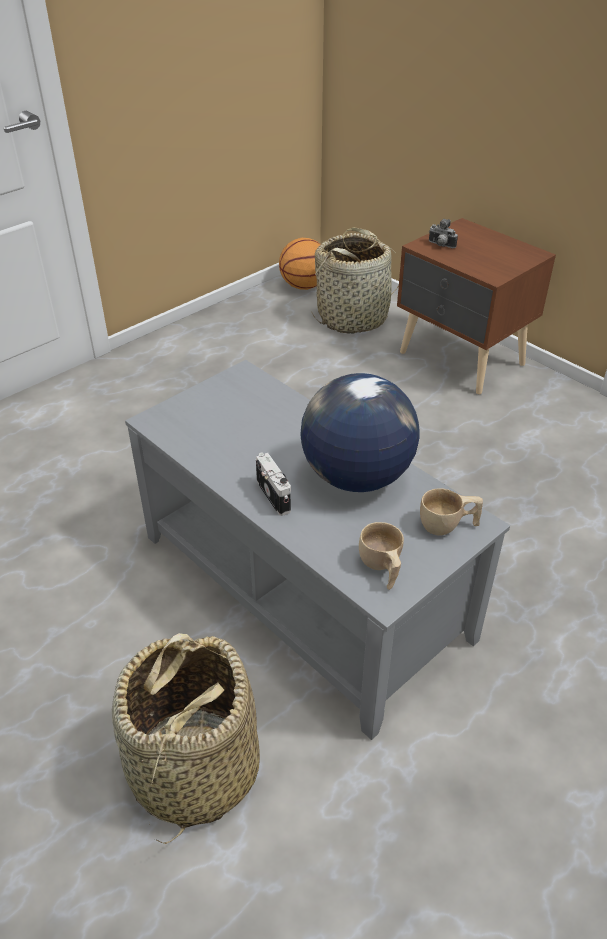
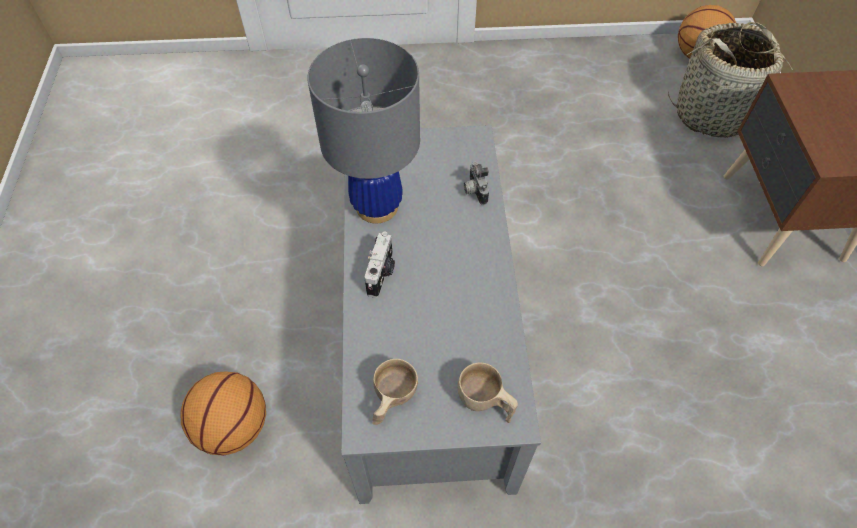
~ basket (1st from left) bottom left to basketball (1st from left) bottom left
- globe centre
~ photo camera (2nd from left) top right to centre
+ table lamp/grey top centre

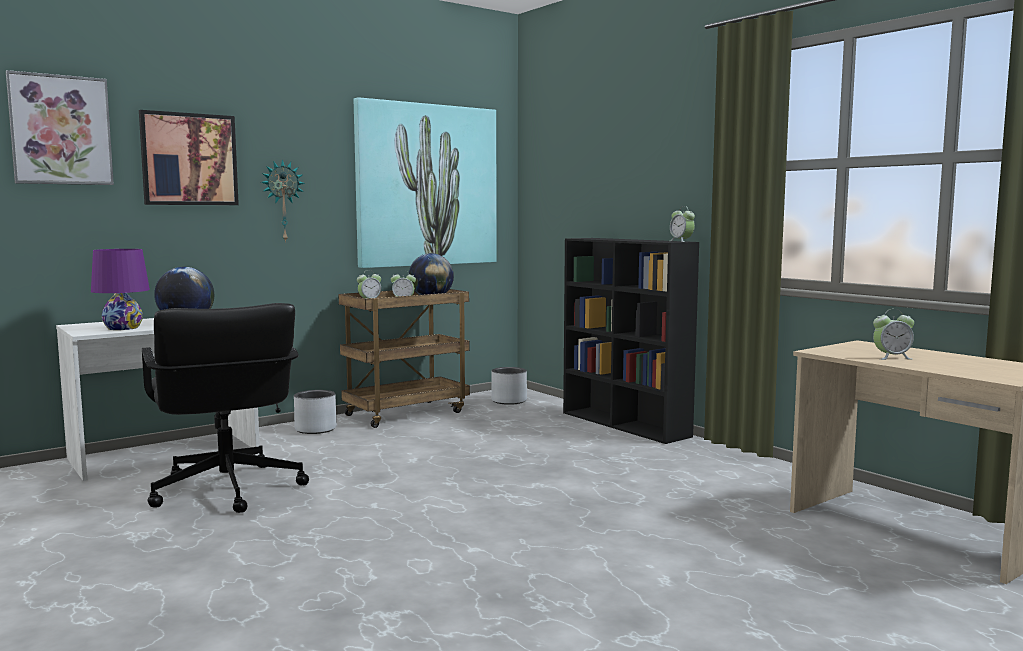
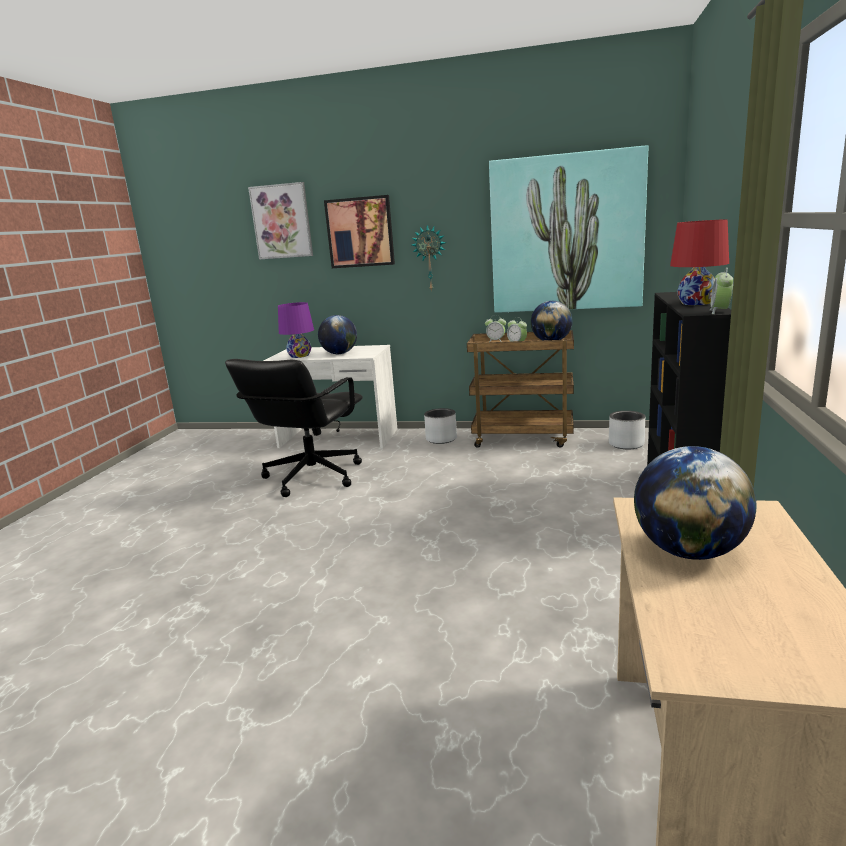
~ alarm clock (4th from left) middle right to globe (3rd from left) middle right
+ table lamp/red top right

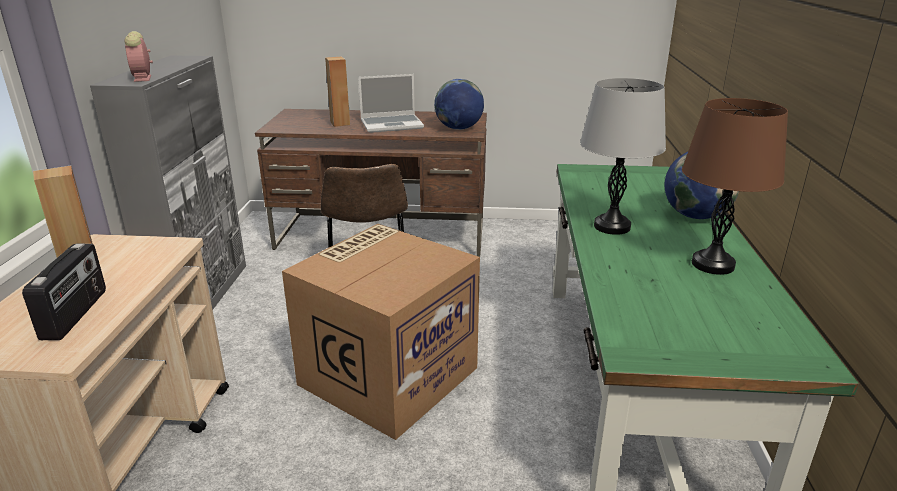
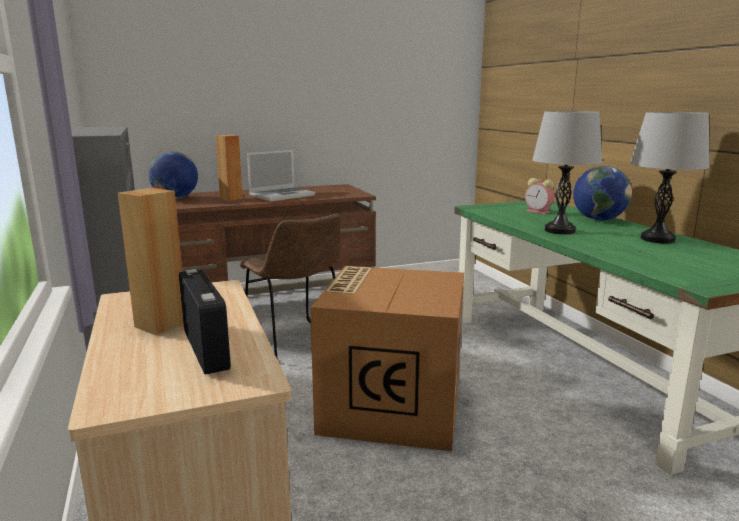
~ alarm clock top left to middle right
~ globe (1st from left) top centre to middle left
~ table lamp/brown middle right to table lamp/grey (2nd from left) middle right

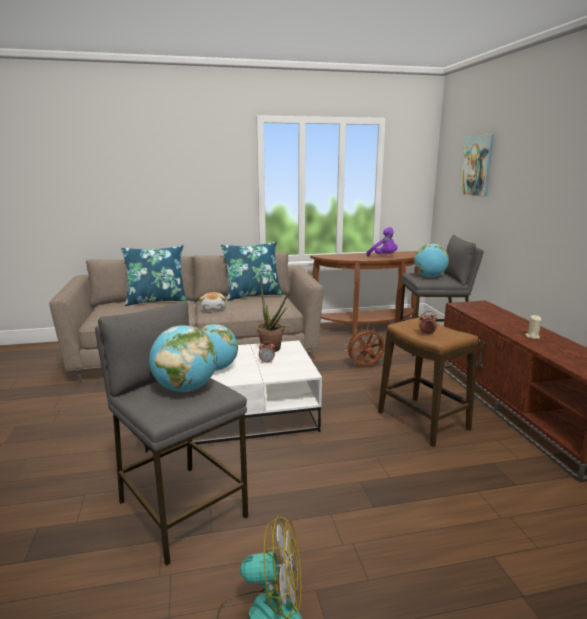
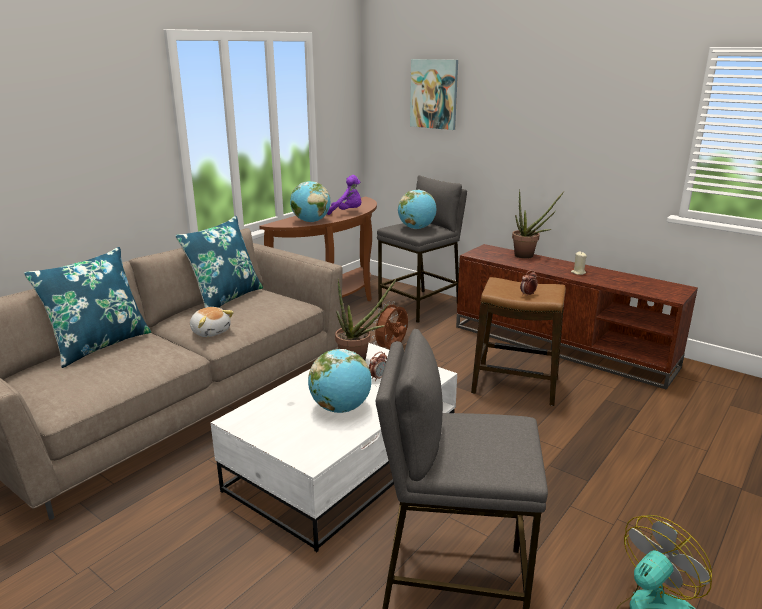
~ globe (1st from left) middle left to top centre
+ potted plant (2nd from left) middle right

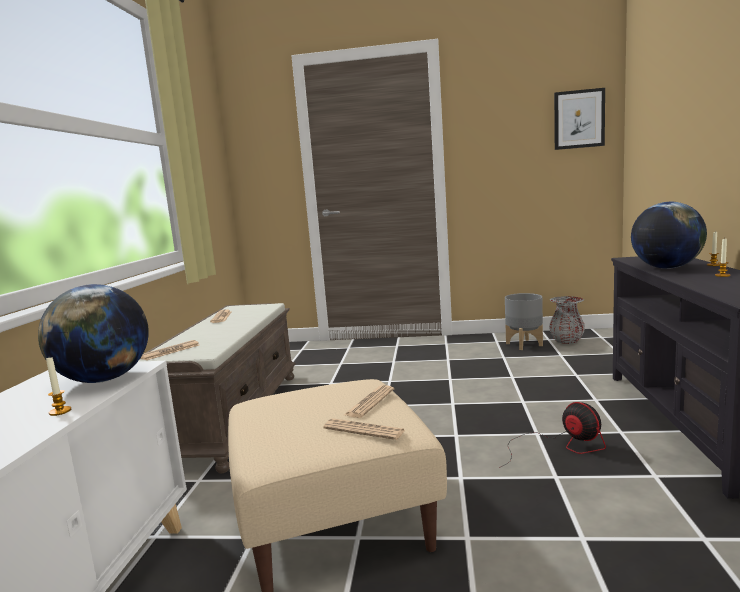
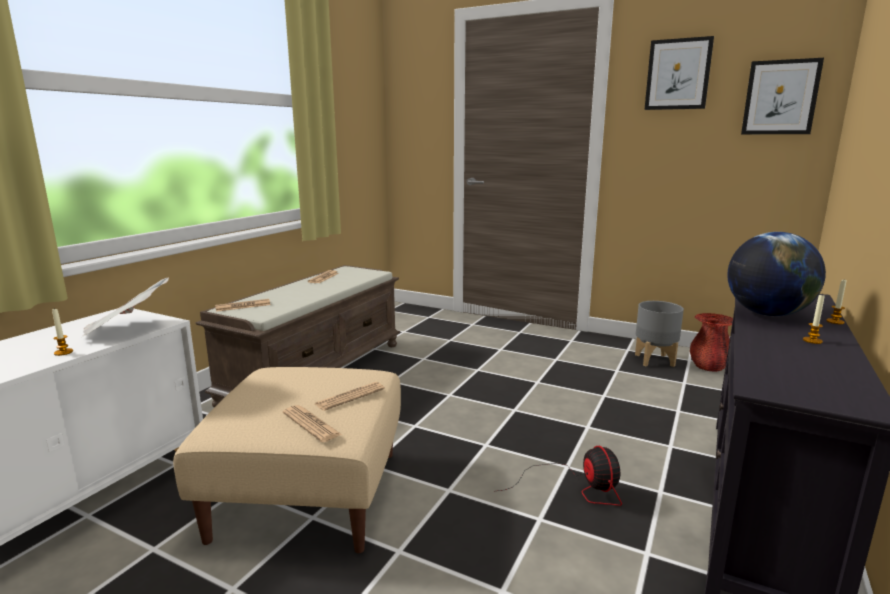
~ globe (1st from left) middle left to newspaper (1st from left) middle left
~ vase/grey middle right to vase/red middle right
+ picture (1st from left) top right

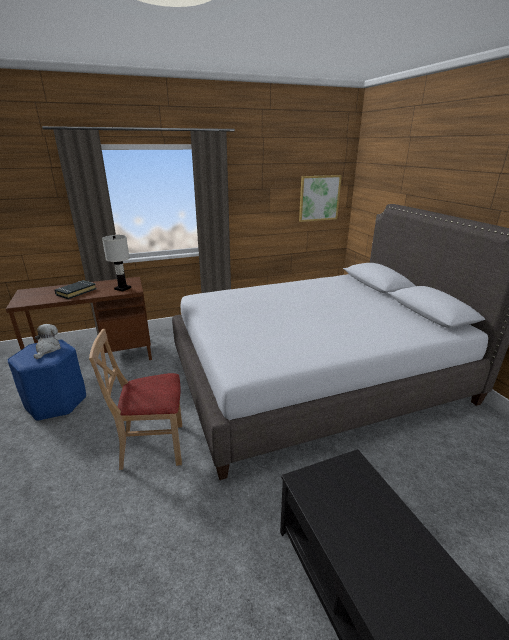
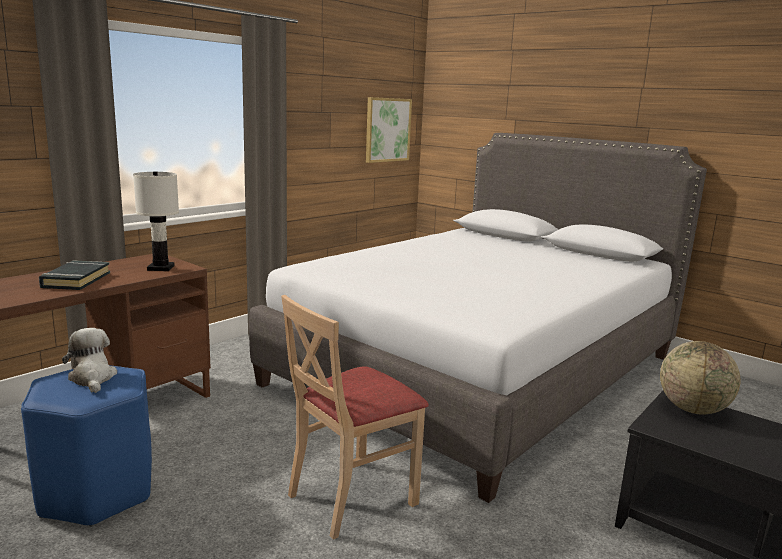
+ globe bottom right

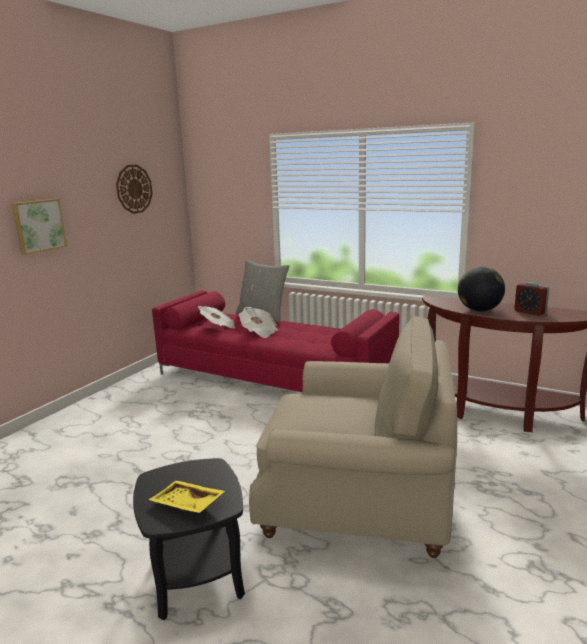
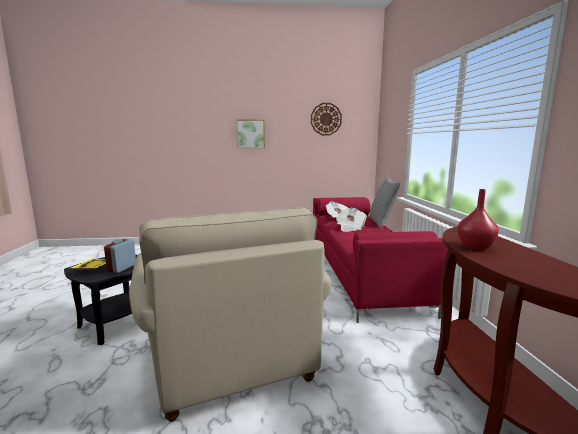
~ globe middle right to vase/red middle right
~ alarm clock middle right to middle left

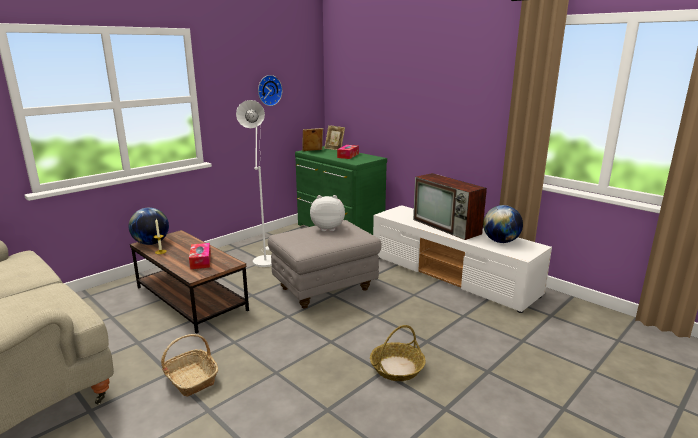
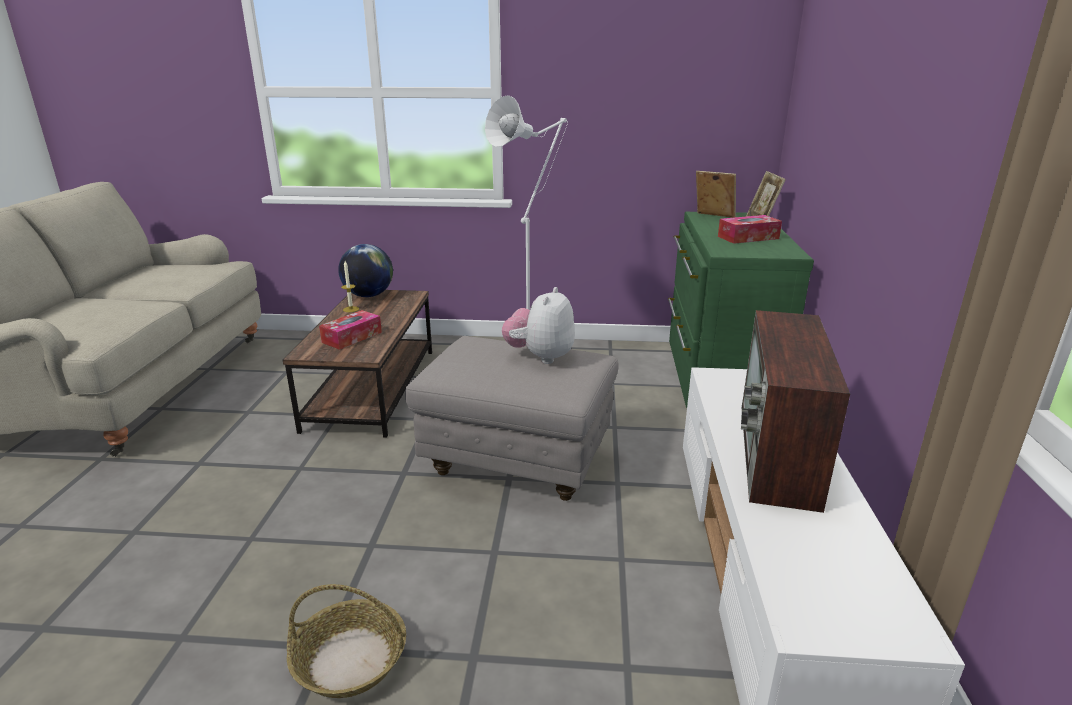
- basket (1st from left) bottom left
- wall clock top centre
~ plush toy centre = centre 120 degrees counterclockwise
- globe (2nd from left) middle right

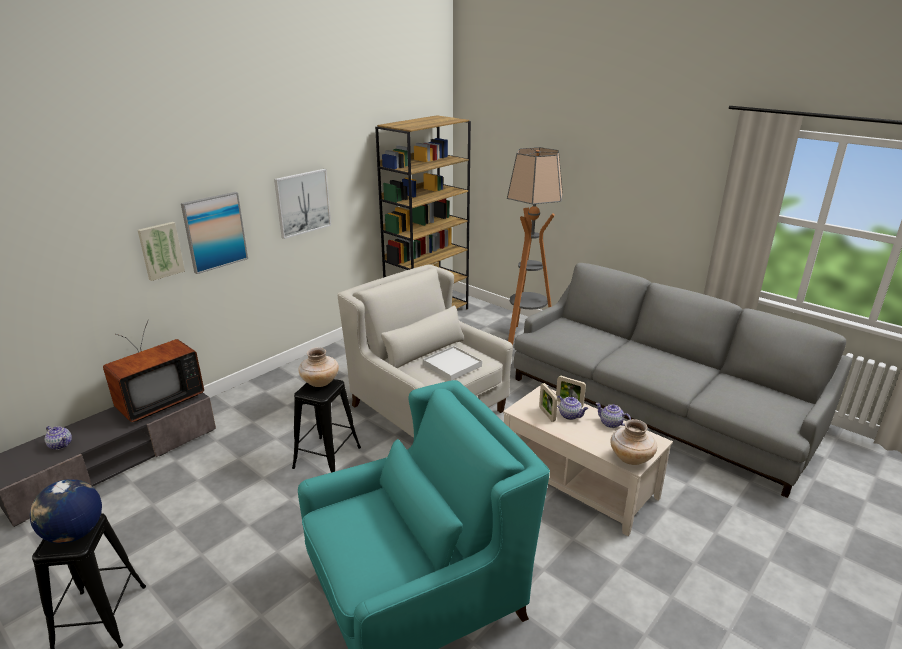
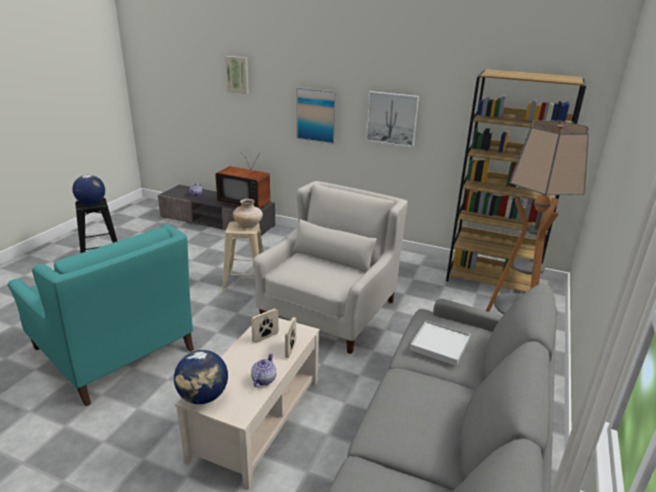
~ picture (1st from left) middle left to top centre
~ stool/black (2nd from left) centre to stool/beige centre
~ tray/white centre to bottom right
- teapot (2nd from left) centre
~ vase/beige (2nd from left) bottom right to globe (2nd from left) bottom left

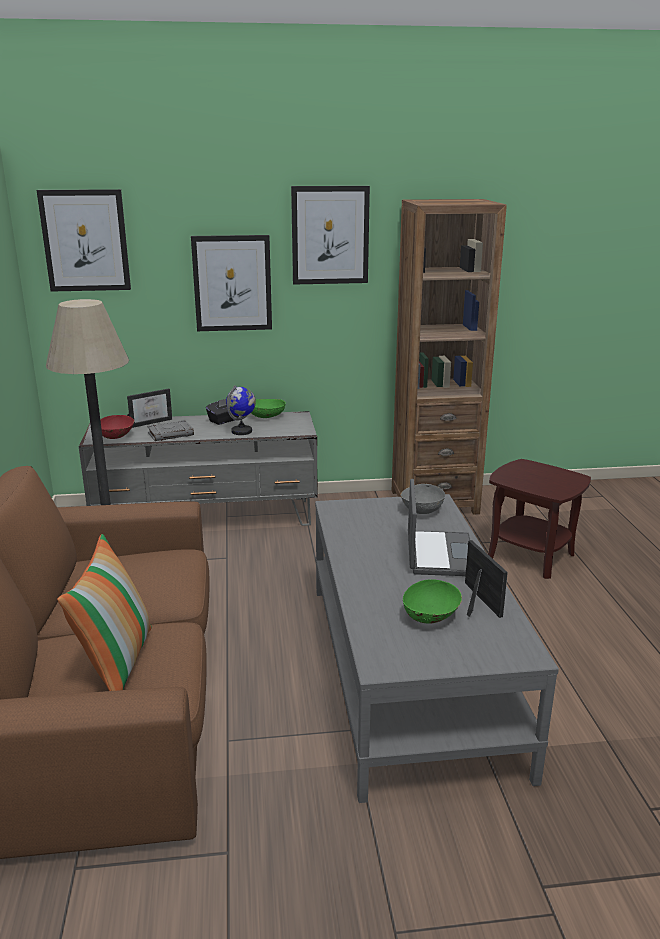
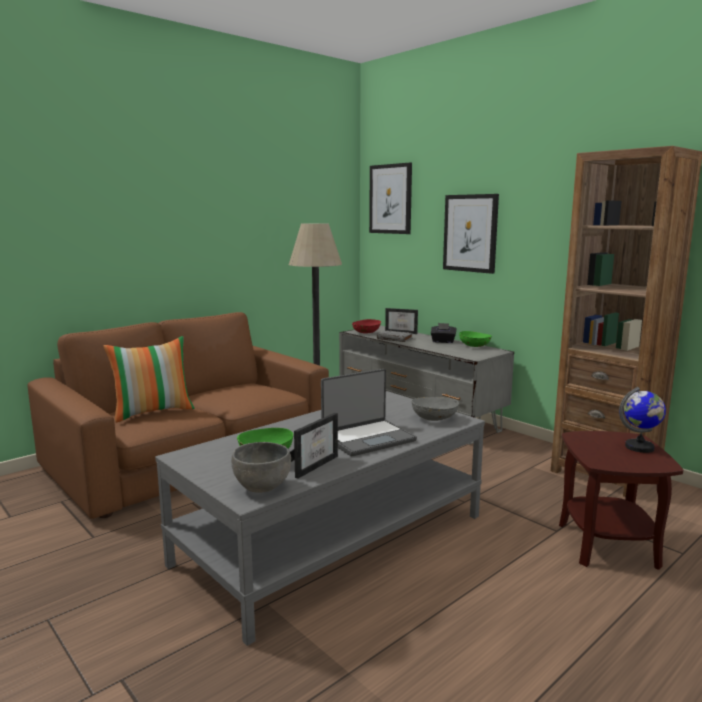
~ globe centre to middle right
- picture (3rd from left) top centre
+ bowl/grey (1st from left) centre

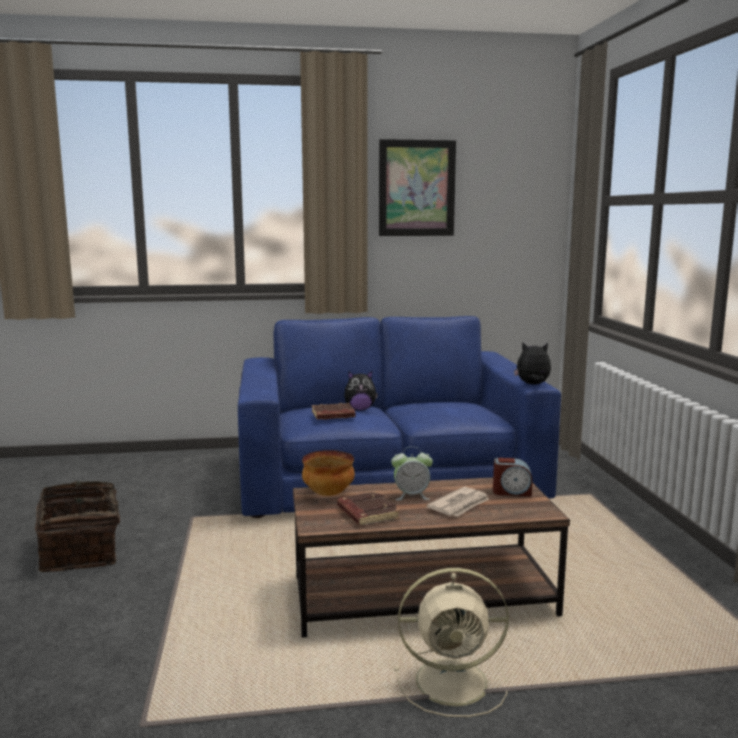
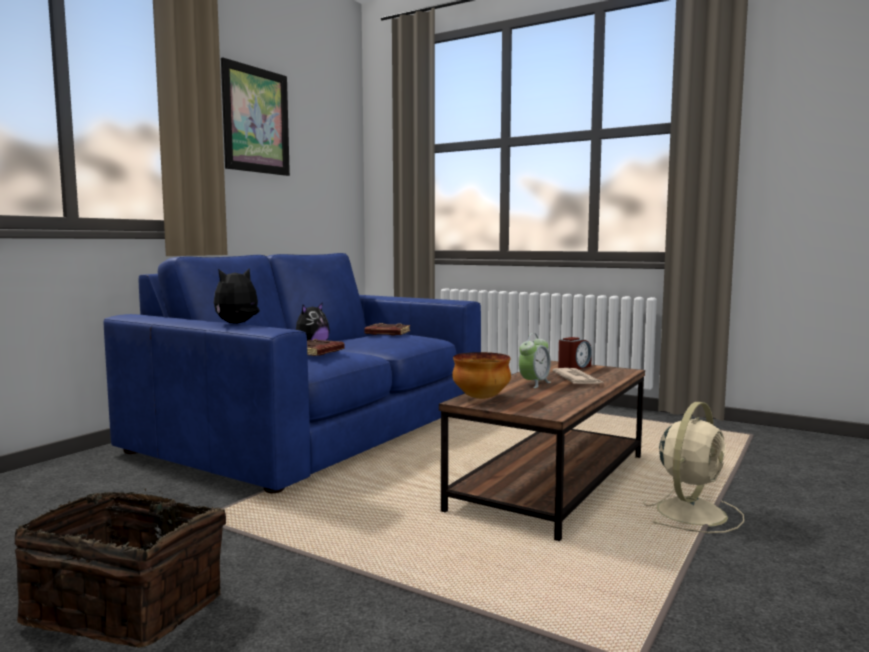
~ book/brown (2nd from left) bottom centre to centre
~ plush toy (2nd from left in the first image) middle right to plush toy (1st from left) middle left

